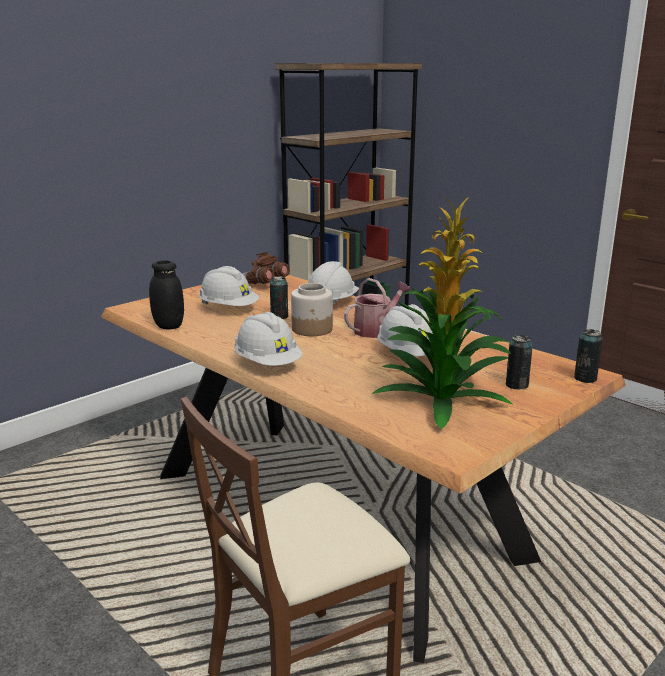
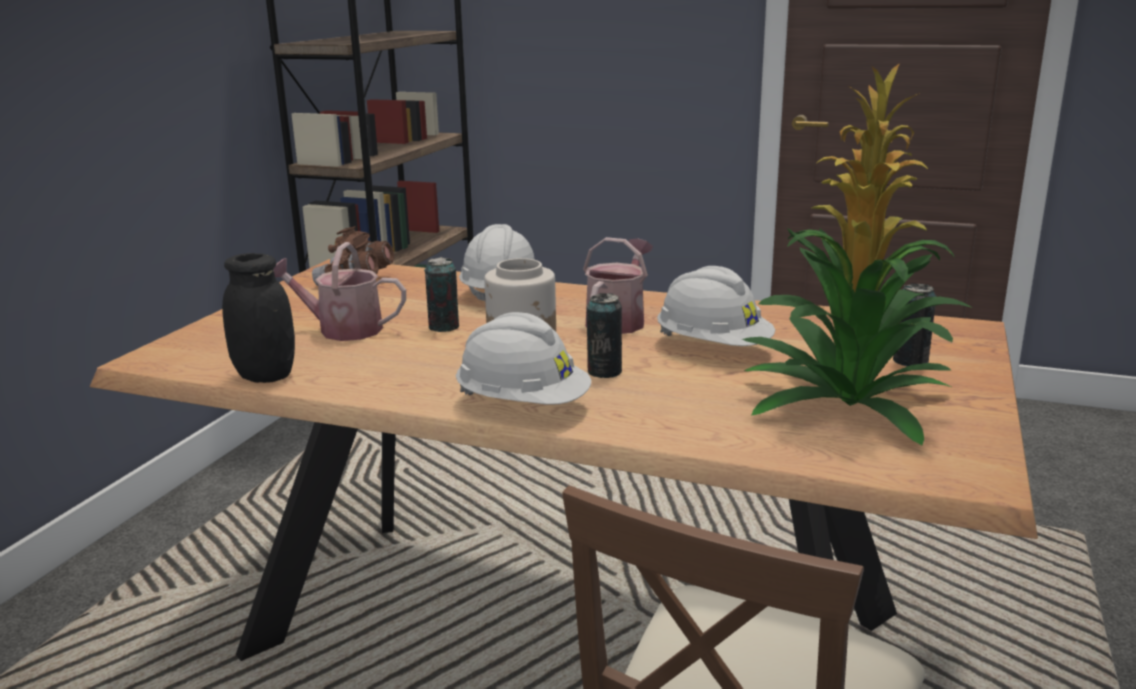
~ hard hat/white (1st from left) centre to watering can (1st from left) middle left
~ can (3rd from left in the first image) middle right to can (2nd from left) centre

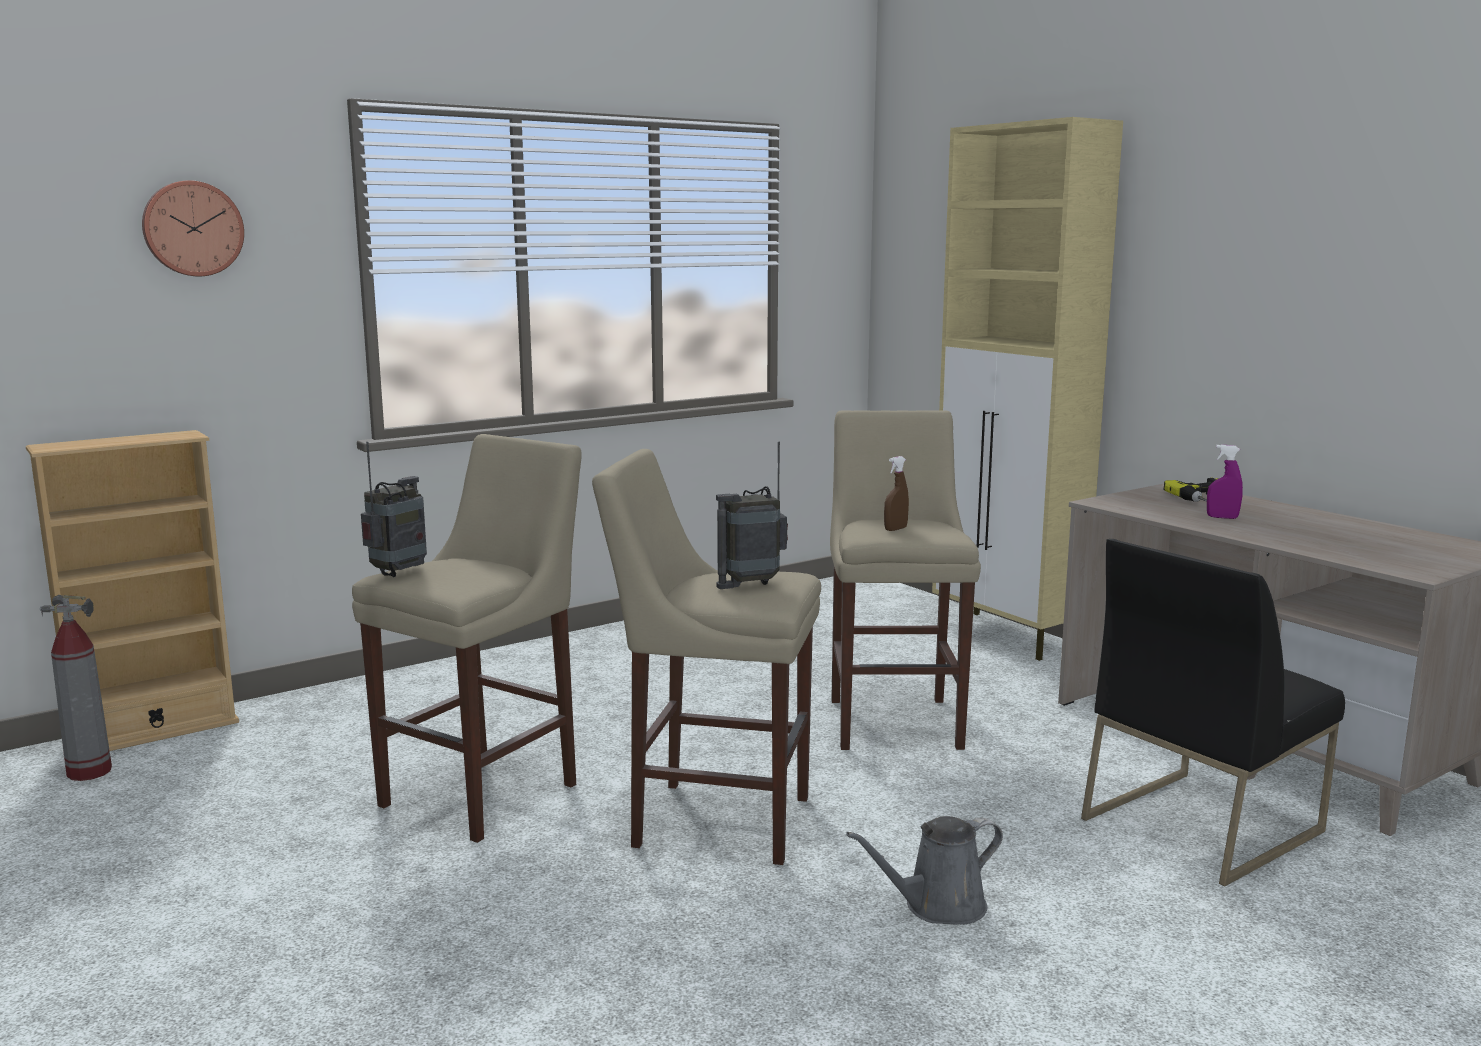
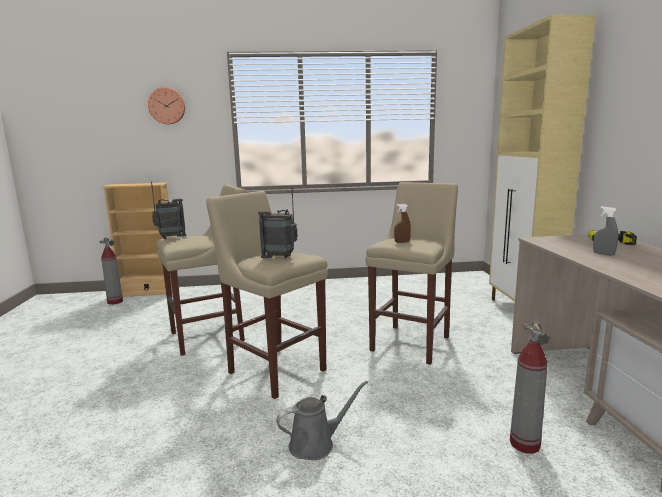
~ watering can/grey bottom centre = bottom centre 150 degrees clockwise
~ chair/black bottom right to fire extinguisher (2nd from left) bottom right
~ spray bottle/purple middle right to spray bottle/grey middle right

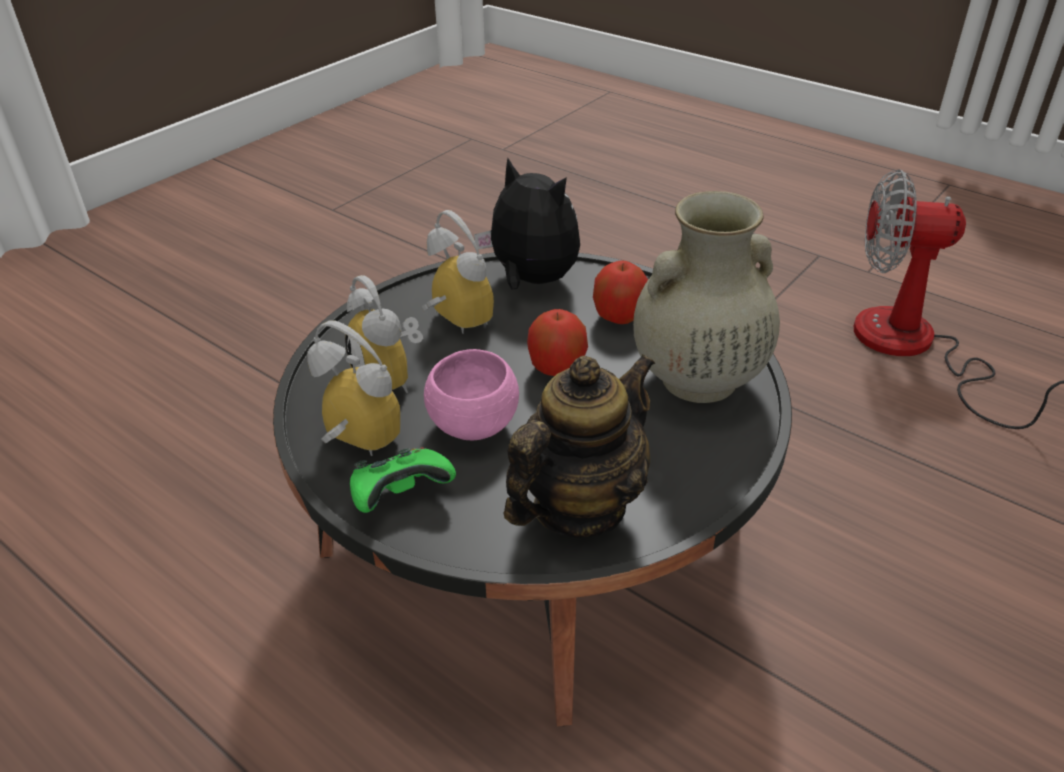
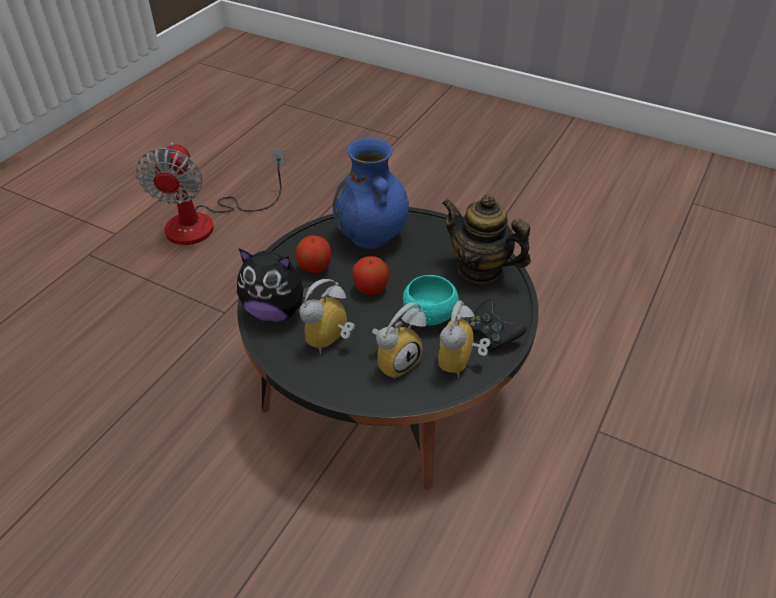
~ game controller/green centre to game controller/black centre
~ bowl/pink centre to bowl/turquoise centre
~ plush toy top centre = centre 105 degrees counterclockwise
~ vase/beige centre to vase/blue top centre

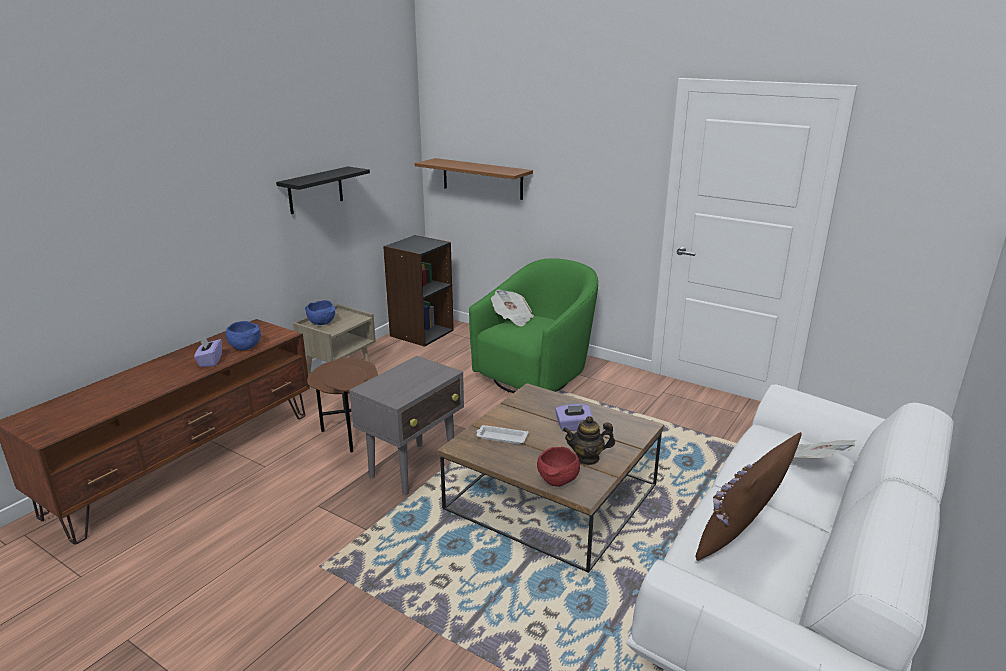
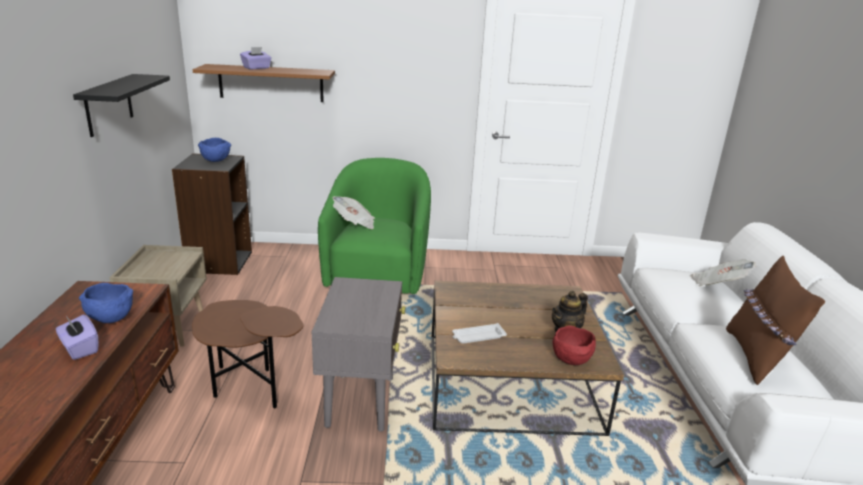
~ bowl/blue (2nd from left) middle left to top left
~ tissue box/purple (2nd from left) centre to top left

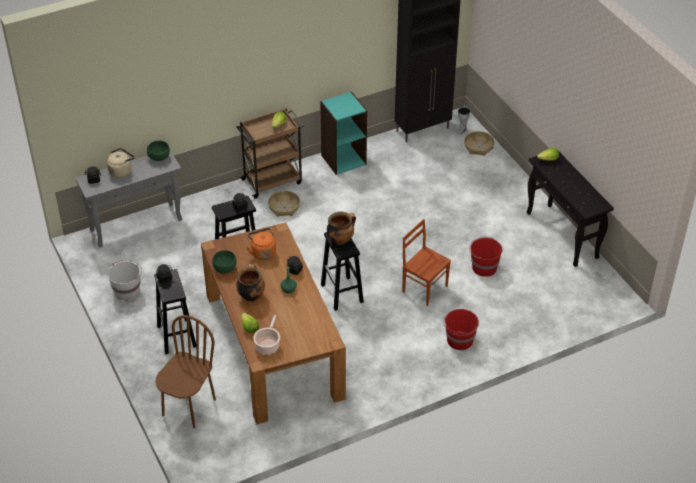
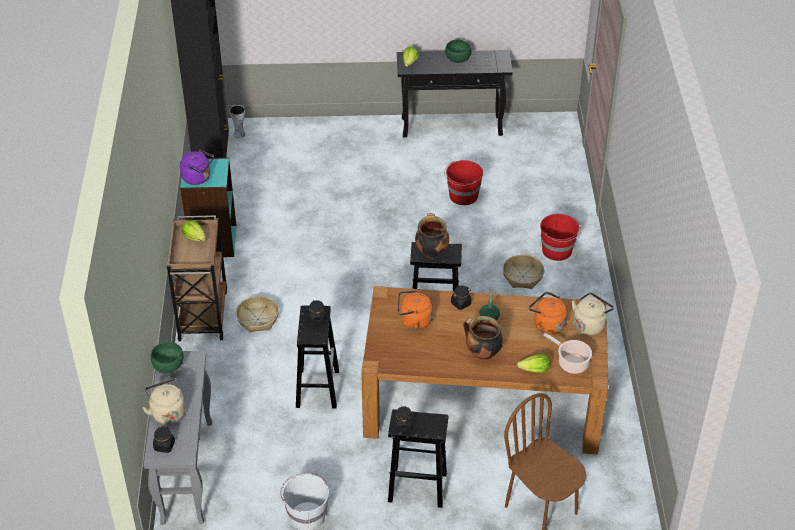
~ bowl/green (2nd from left) middle left to top centre
- chair/brown (2nd from left) centre
~ basket (2nd from left) top right to centre
+ kettle/purple top left
+ kettle/orange (2nd from left) middle right
+ kettle/beige (2nd from left) middle right

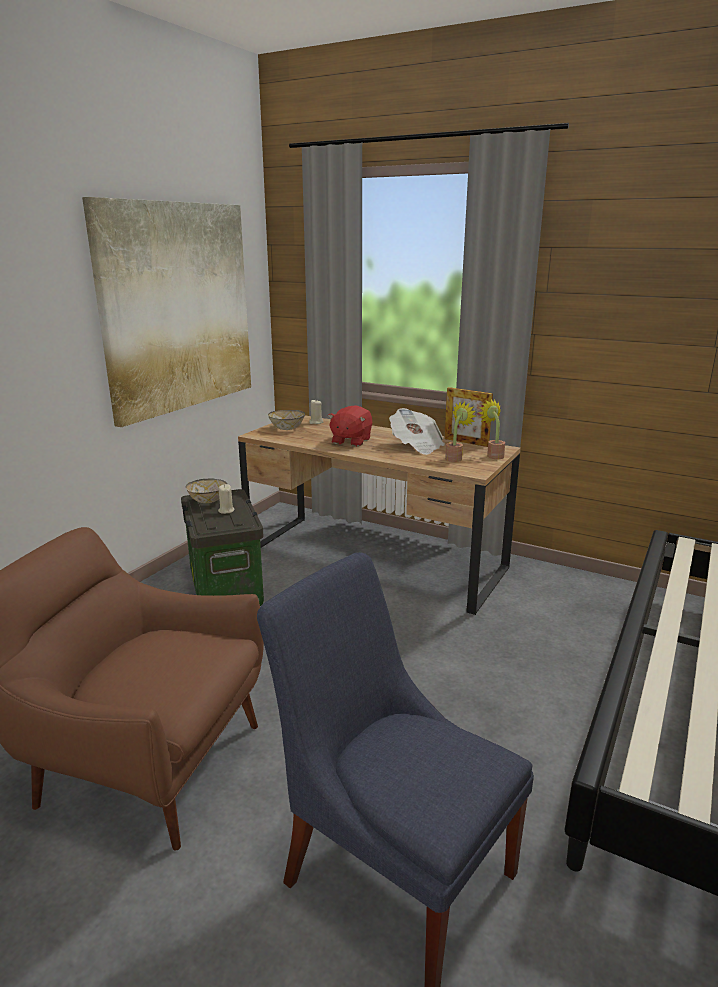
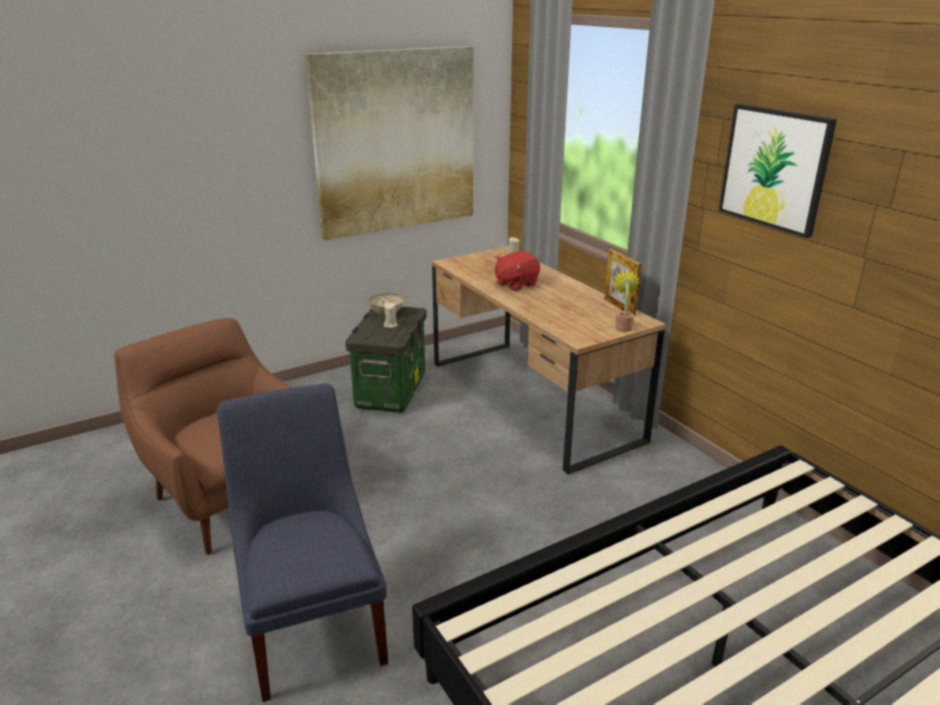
- bowl (2nd from left) centre
- newspaper centre
- potted plant (1st from left) centre
+ picture (2nd from left) top right

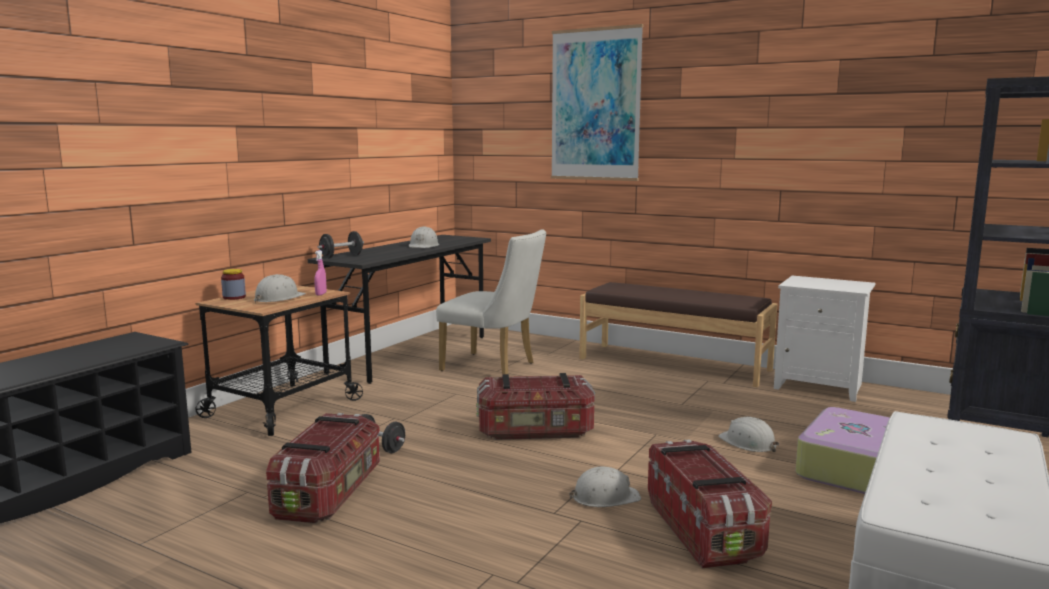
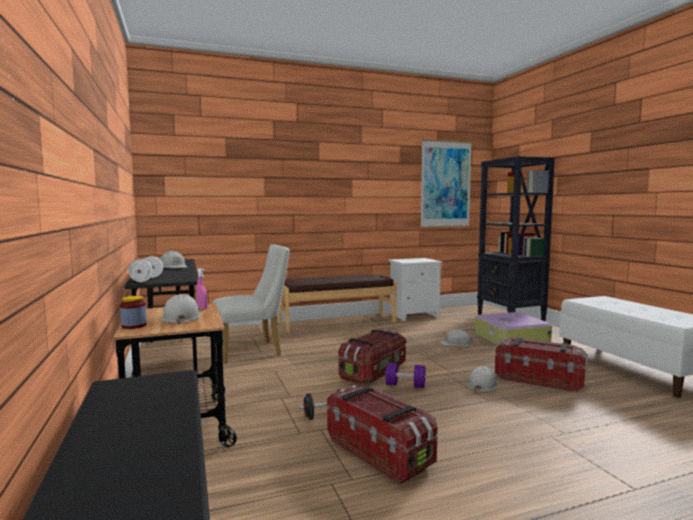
~ dumbbell/black (1st from left) middle left to dumbbell/white middle left
~ picture top centre to centre
+ dumbbell/purple bottom centre

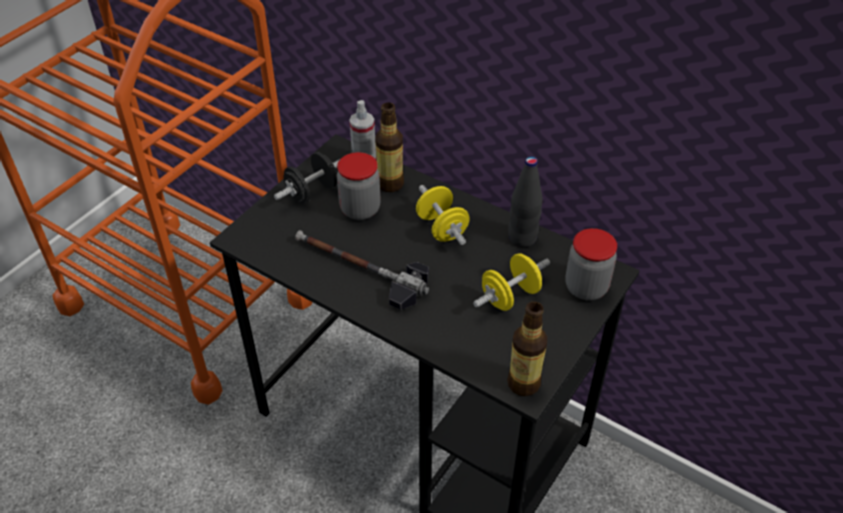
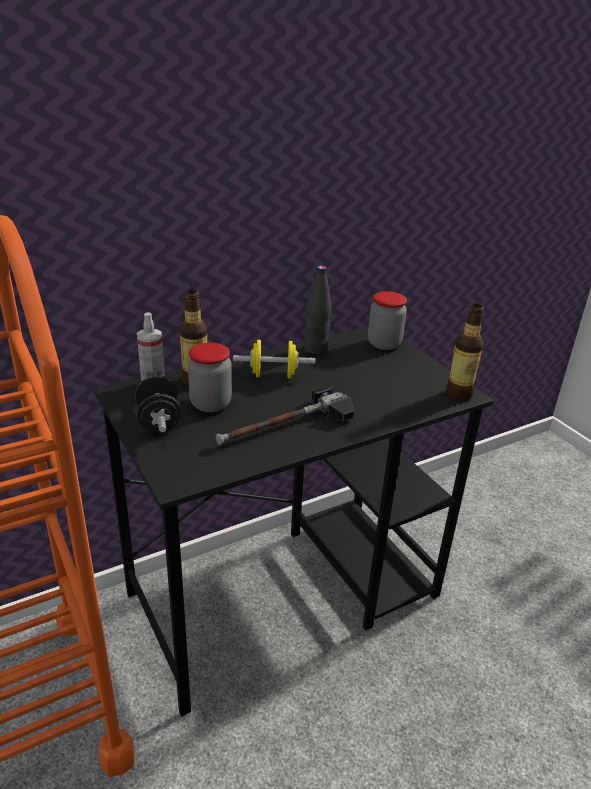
- dumbbell/yellow (2nd from left) centre

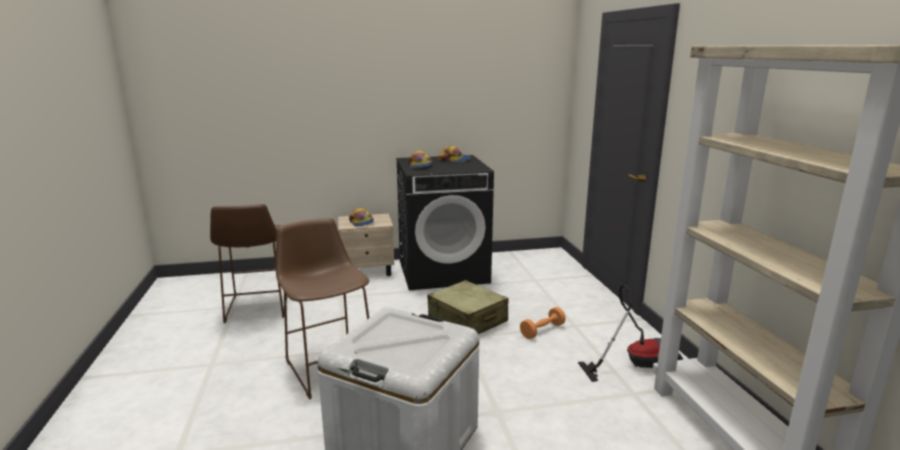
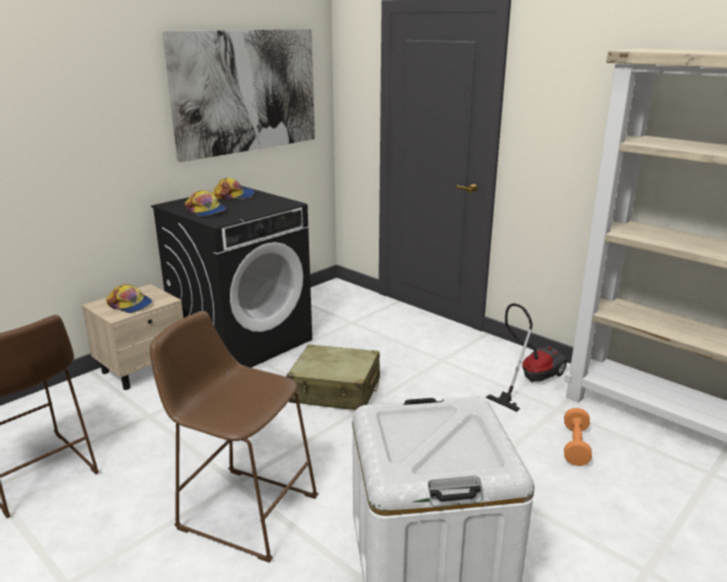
~ dumbbell/orange bottom centre to bottom right
+ picture top left

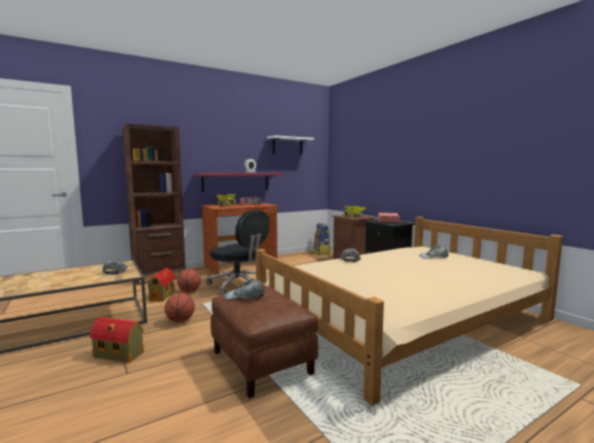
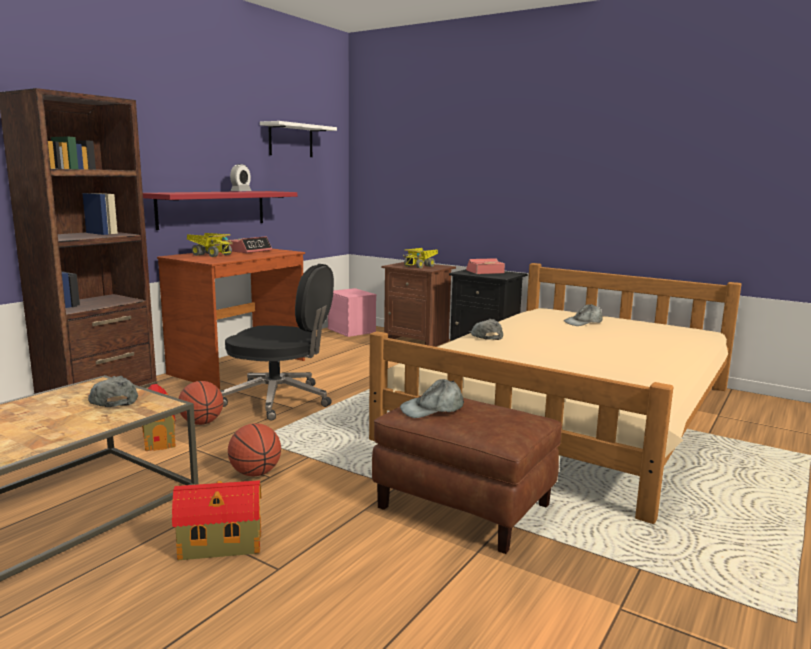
~ backpack centre to storage box/pink centre

